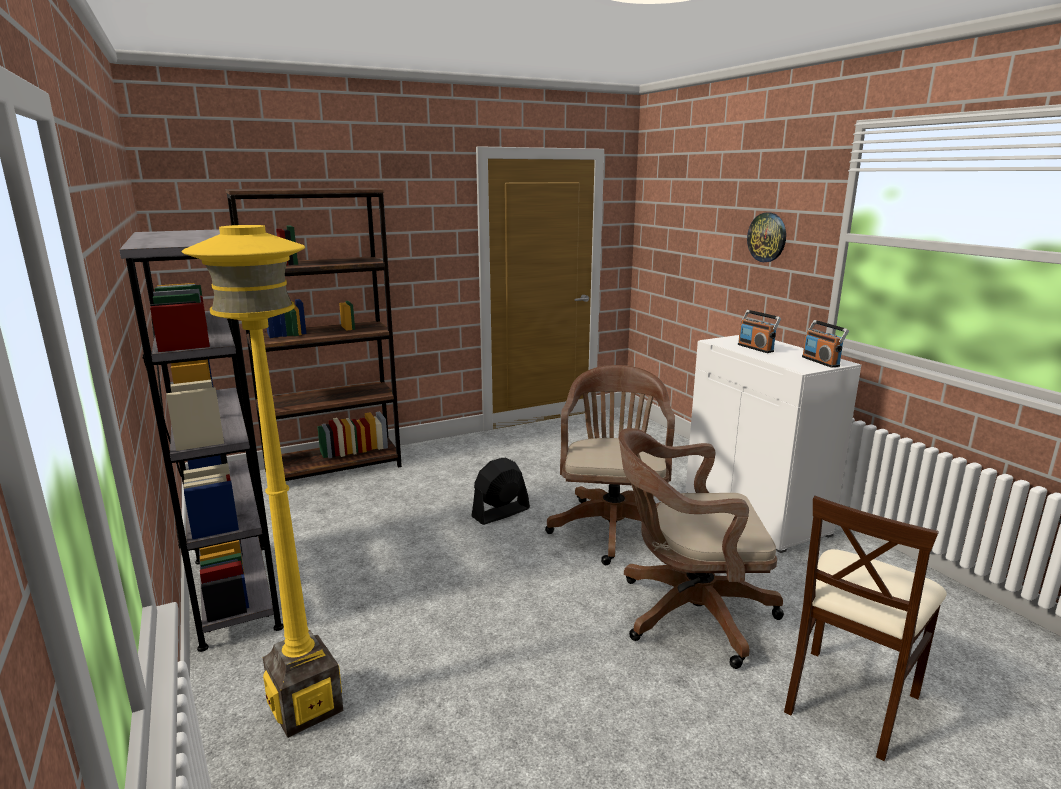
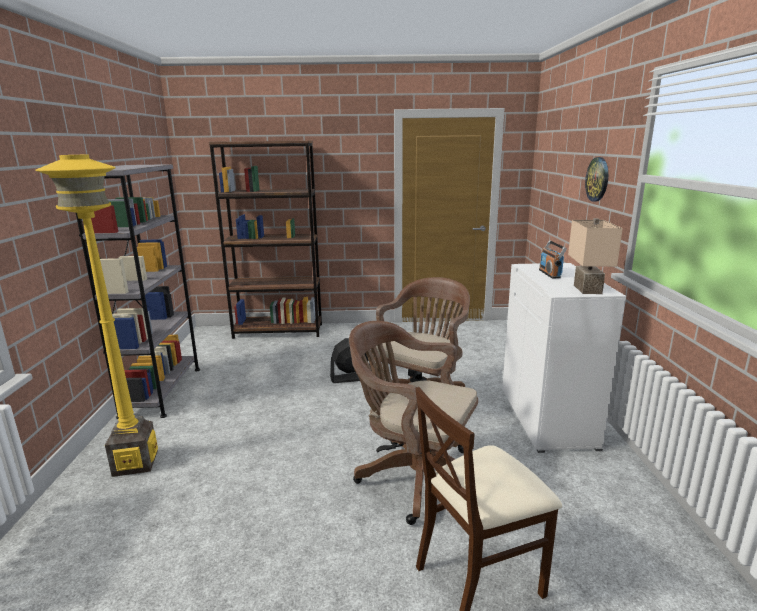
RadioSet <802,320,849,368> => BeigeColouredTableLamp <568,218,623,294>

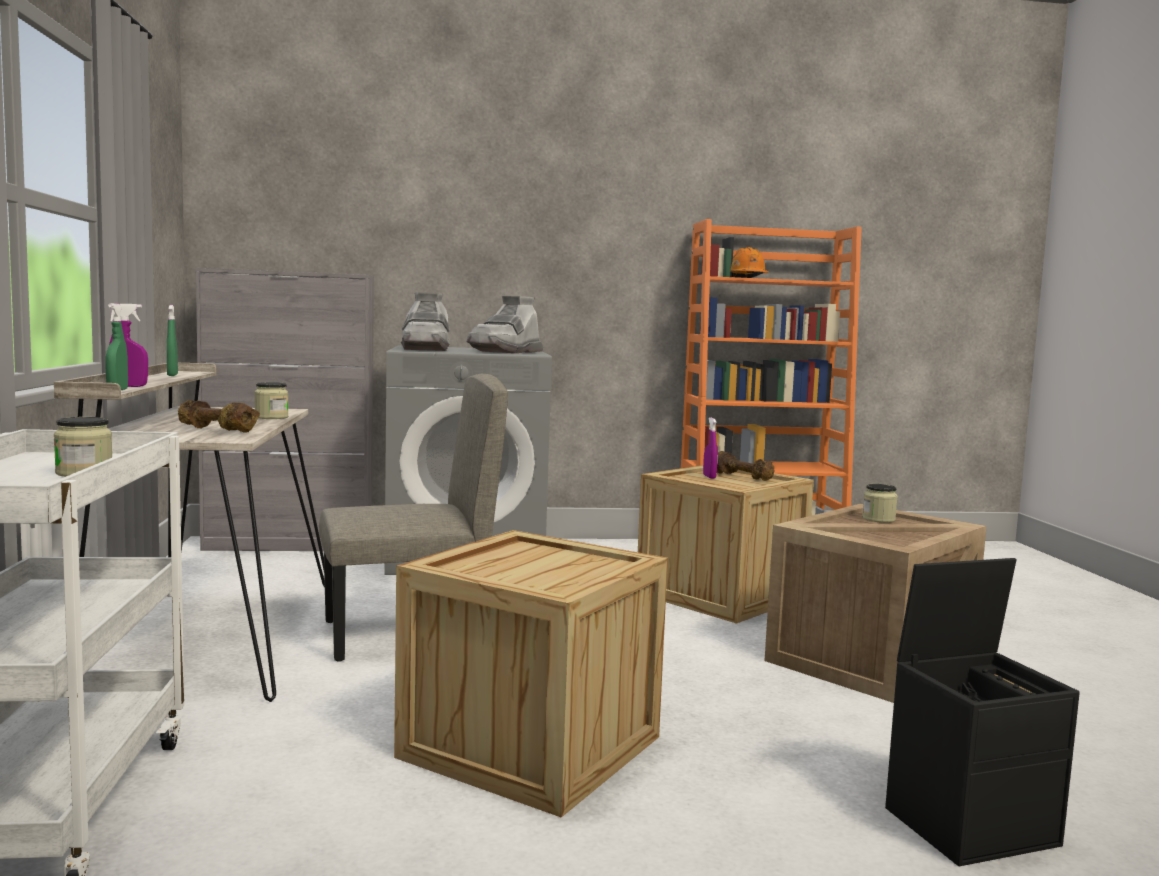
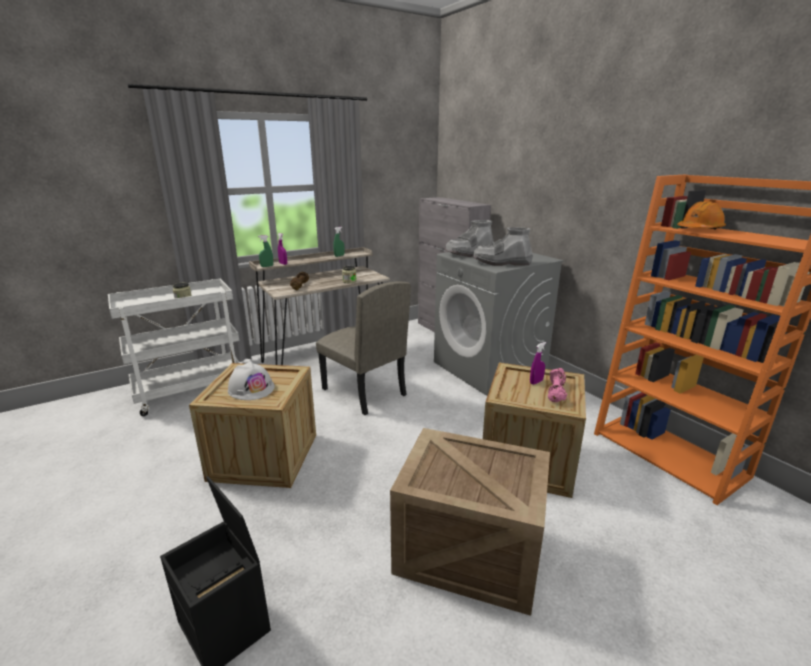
Jar <862,484,898,523> => nothing
nothing => WhiteColouredSafetyHelmet <228,361,275,400>
BrownishHandWeight <717,451,774,481> => PinkishHandWeight <548,368,567,402>

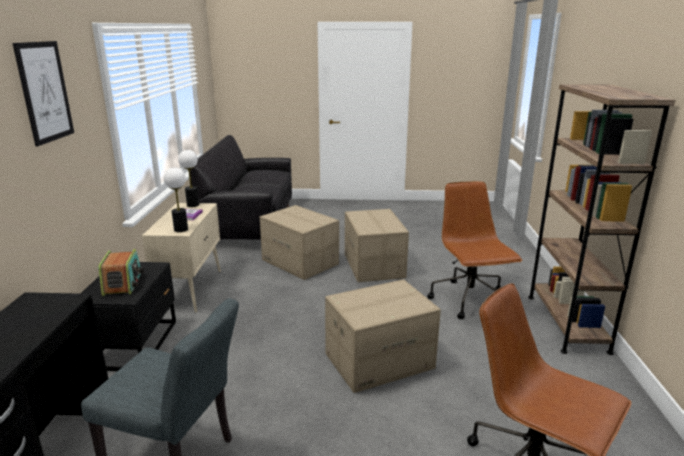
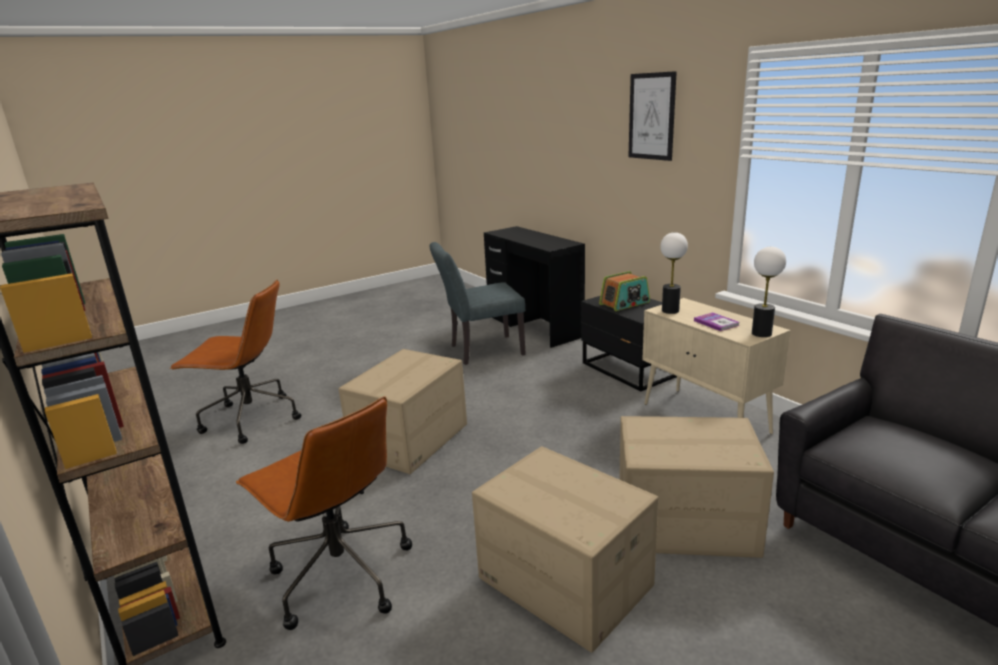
RadioSet <98,249,144,296> => RadioSet <599,271,650,311>, 75 degrees counterclockwise

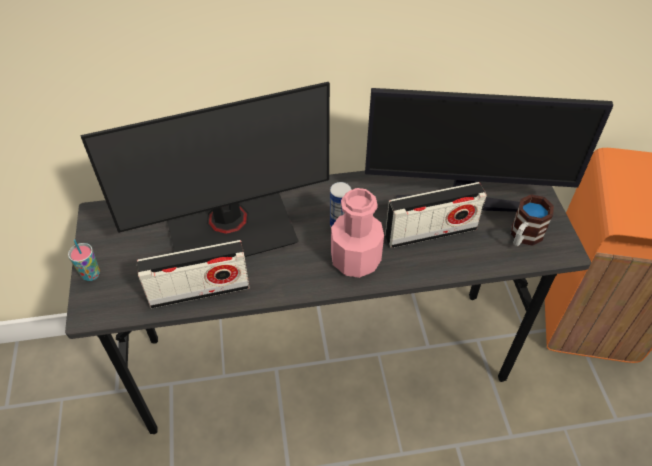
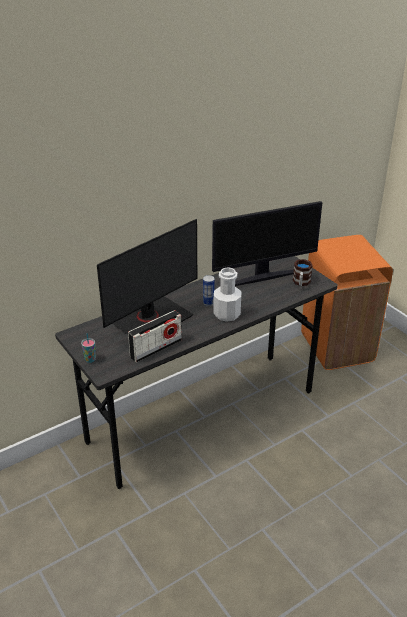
RadioSet <385,182,487,248> => nothing
PinkishBottle <331,188,384,278> => WhiteColouredBottle <213,267,241,322>

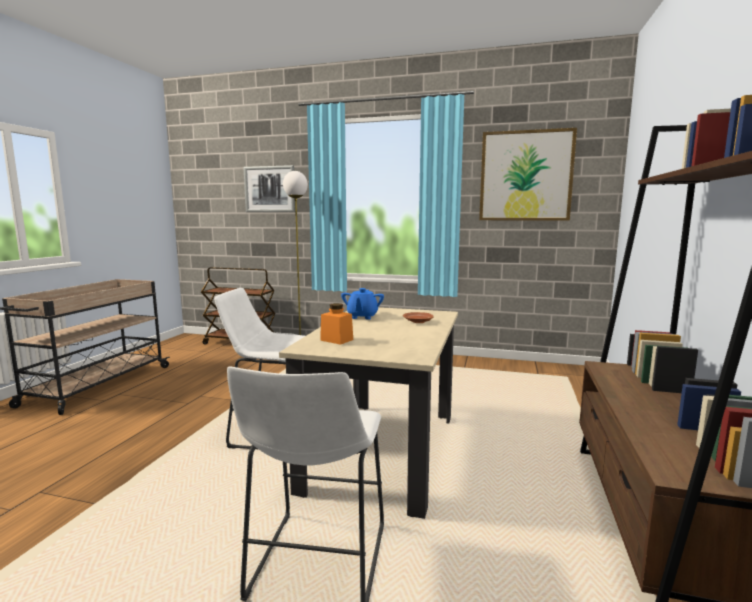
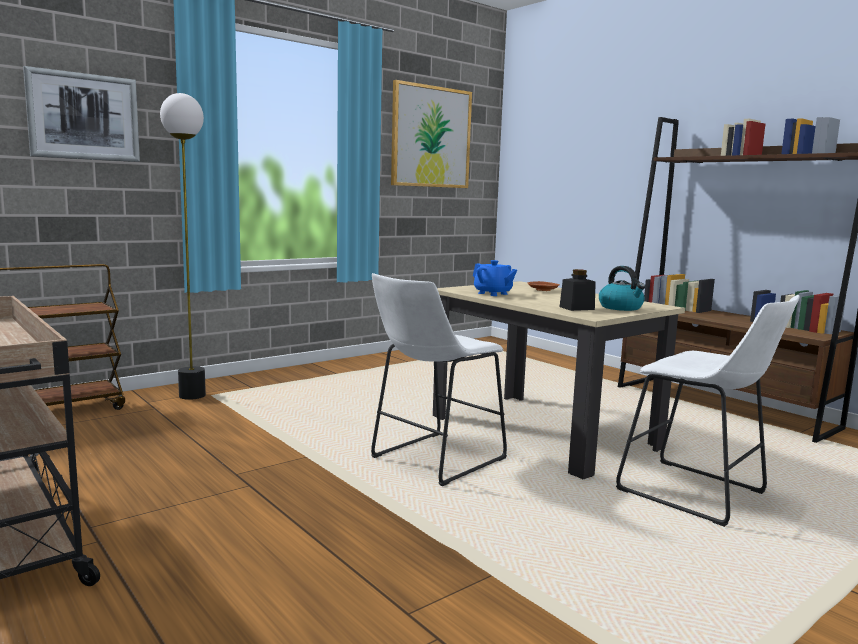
nothing => WaterKettle <599,266,646,311>
OrangeyJar <320,303,353,345> => BlackishJar <560,269,596,311>

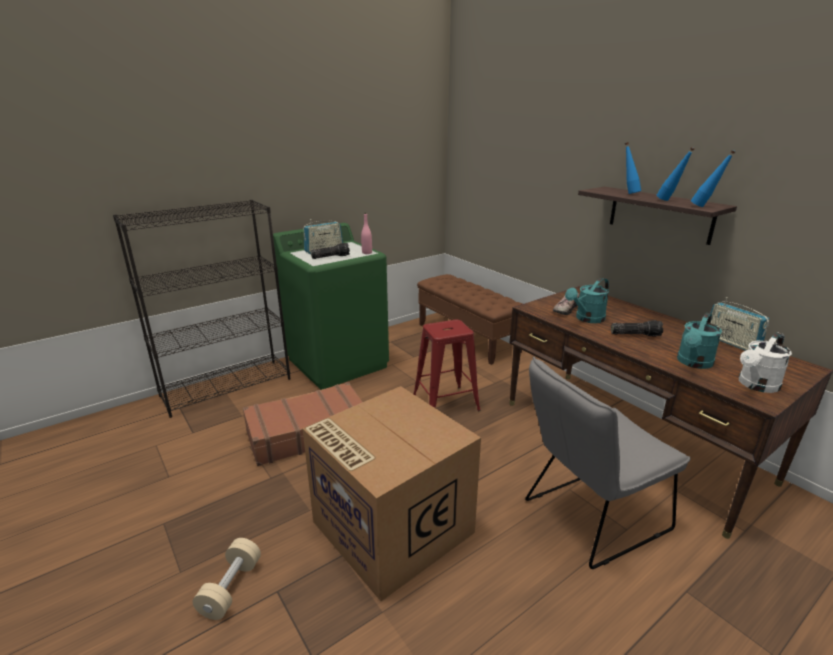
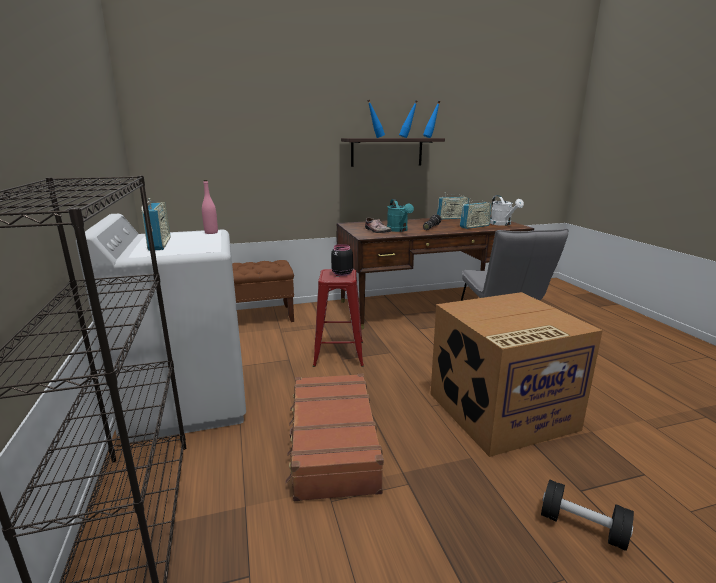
HandTorch <311,243,350,259> => nothing
nothing => BlackishJar <331,244,353,276>
TurquoiseColouredSprinklingCan <677,313,722,369> => RadioSet <460,198,491,229>
BeigeColouredHandWeight <193,538,261,620> => BlackishHandWeight <541,480,634,551>
GreenColouredLaundryAppliance <273,223,389,390> => WhiteColouredLaundryAppliance <76,214,246,442>

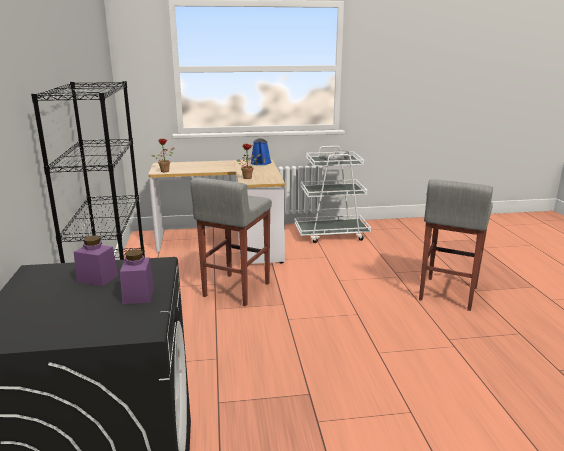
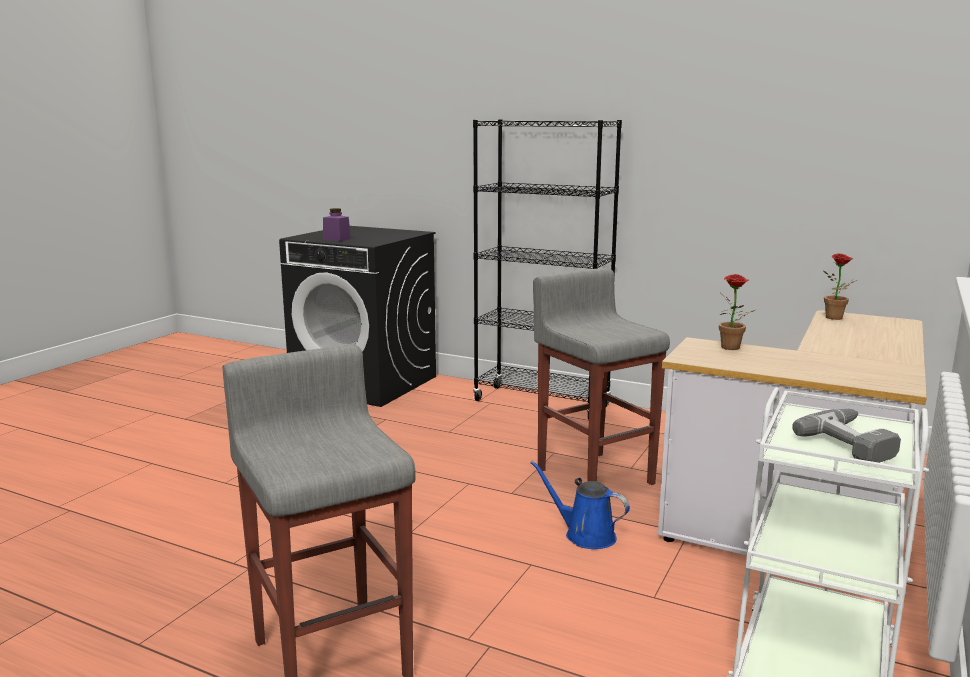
PurplishJar <74,235,118,286> => nothing
BluishSprinklingCan <250,138,271,165> => BluishSprinklingCan <530,461,630,549>, shifted

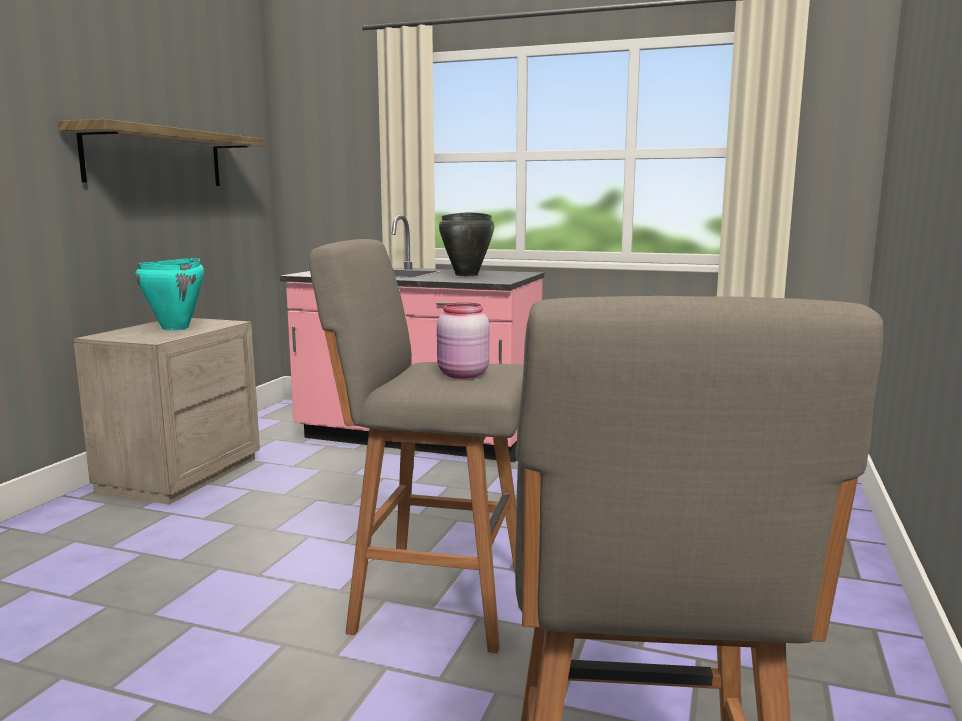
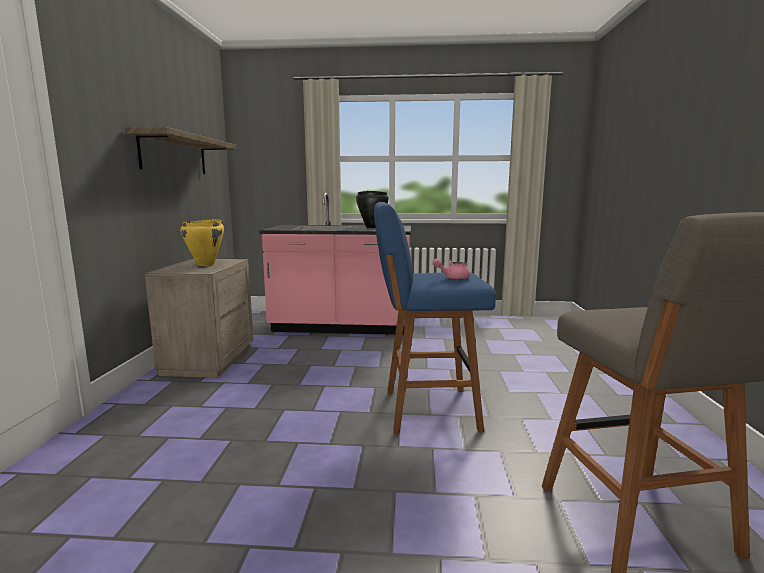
PinkishJar <437,303,490,379> => PinkishPotForTea <432,259,470,280>
TurquoiseColouredStockpot <136,258,204,330> => YellowishStockpot <180,219,224,266>
GrayStoolSeat <309,239,524,653> => BluishStoolSeat <374,202,496,434>

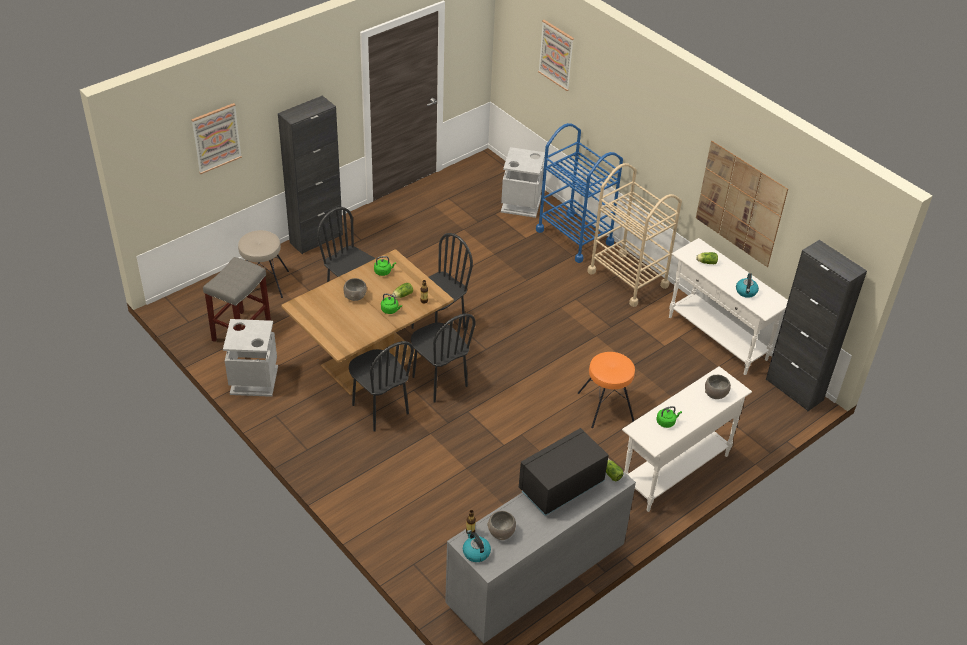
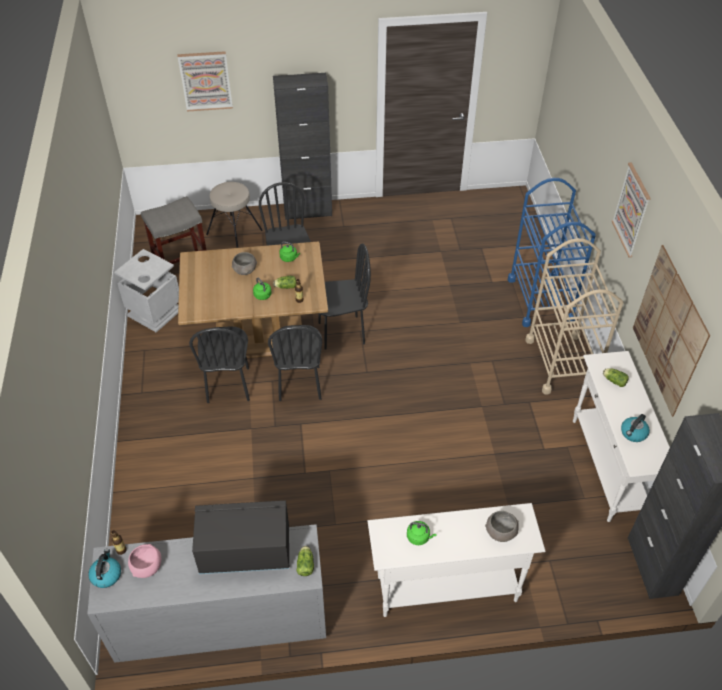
GrayRubbishBin <501,147,545,218> => nothing
OrangeyStoolSeat <577,352,635,428> => nothing
Picture <538,20,574,91> => Picture <611,162,651,258>, shifted
GrayServingBowl <487,511,516,540> => PinkishServingBowl <128,544,161,578>

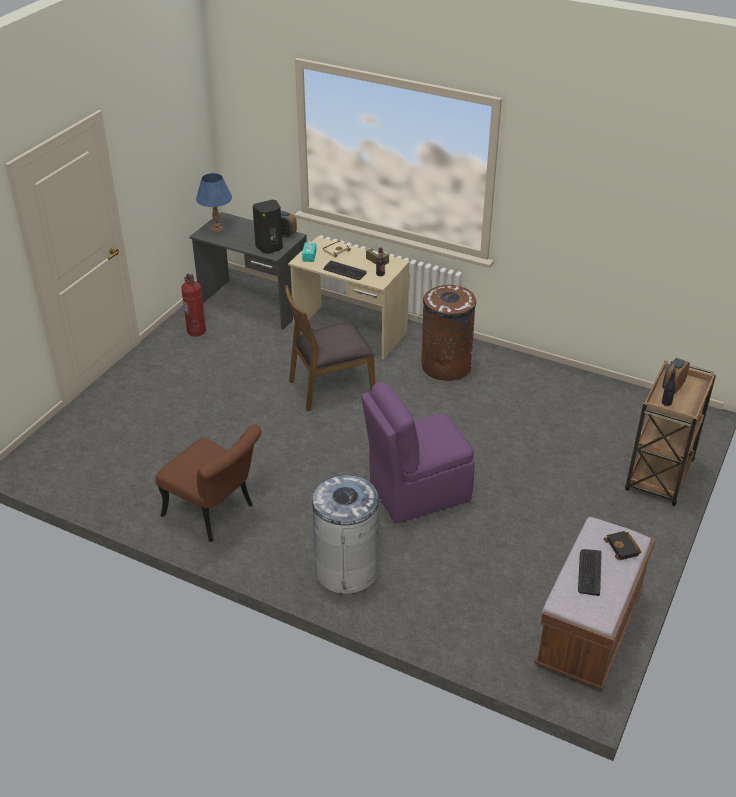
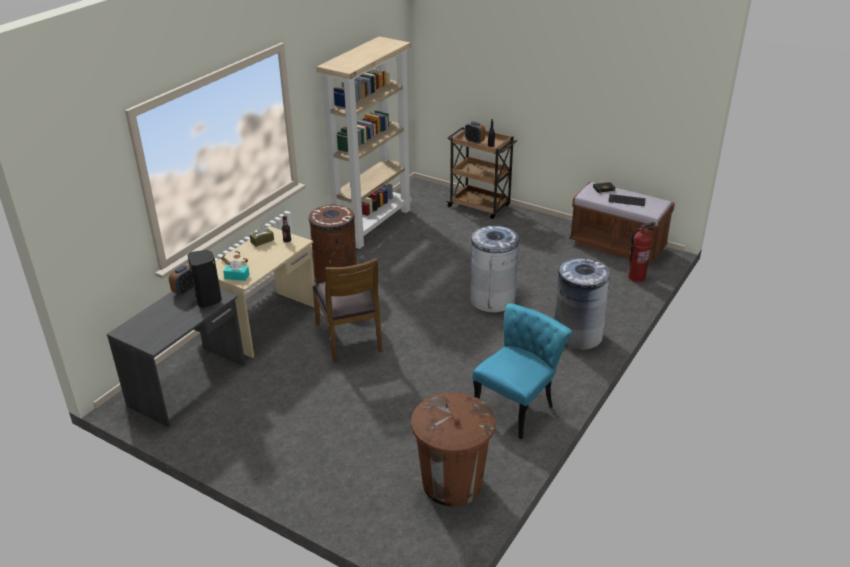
BluishTableLamp <196,173,232,233> => nothing
PcKeyboard <324,261,367,280> => nothing
nothing => BeigeColouredBookcase <317,36,412,249>
nothing => BrownishRubbishBin <411,393,495,506>
Extinguisher <181,274,206,337> => Extinguisher <628,222,655,282>, shifted
PurplishChair <361,382,475,523> => GrayRubbishBin <470,226,521,313>
BrownishChair <155,424,261,542> => TurquoiseColouredChair <472,303,573,439>

